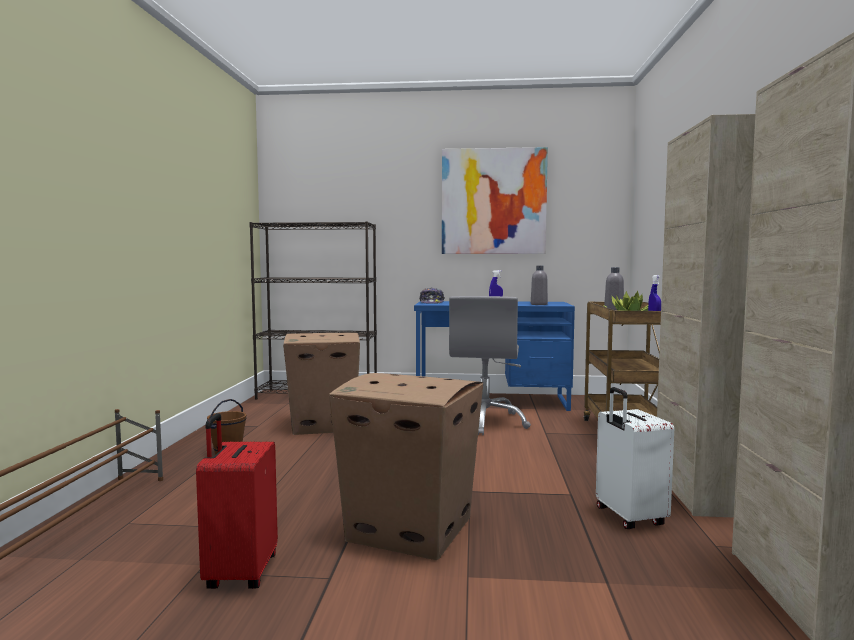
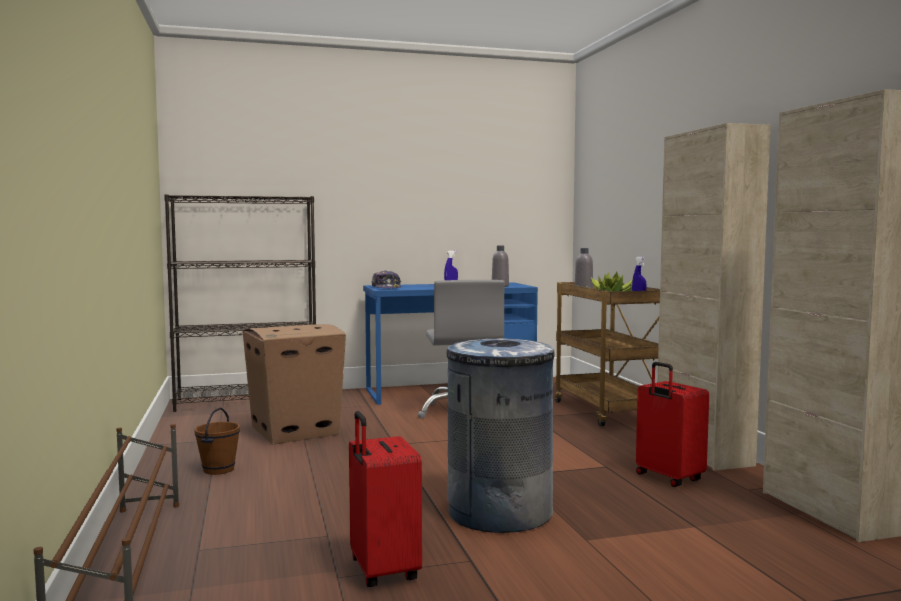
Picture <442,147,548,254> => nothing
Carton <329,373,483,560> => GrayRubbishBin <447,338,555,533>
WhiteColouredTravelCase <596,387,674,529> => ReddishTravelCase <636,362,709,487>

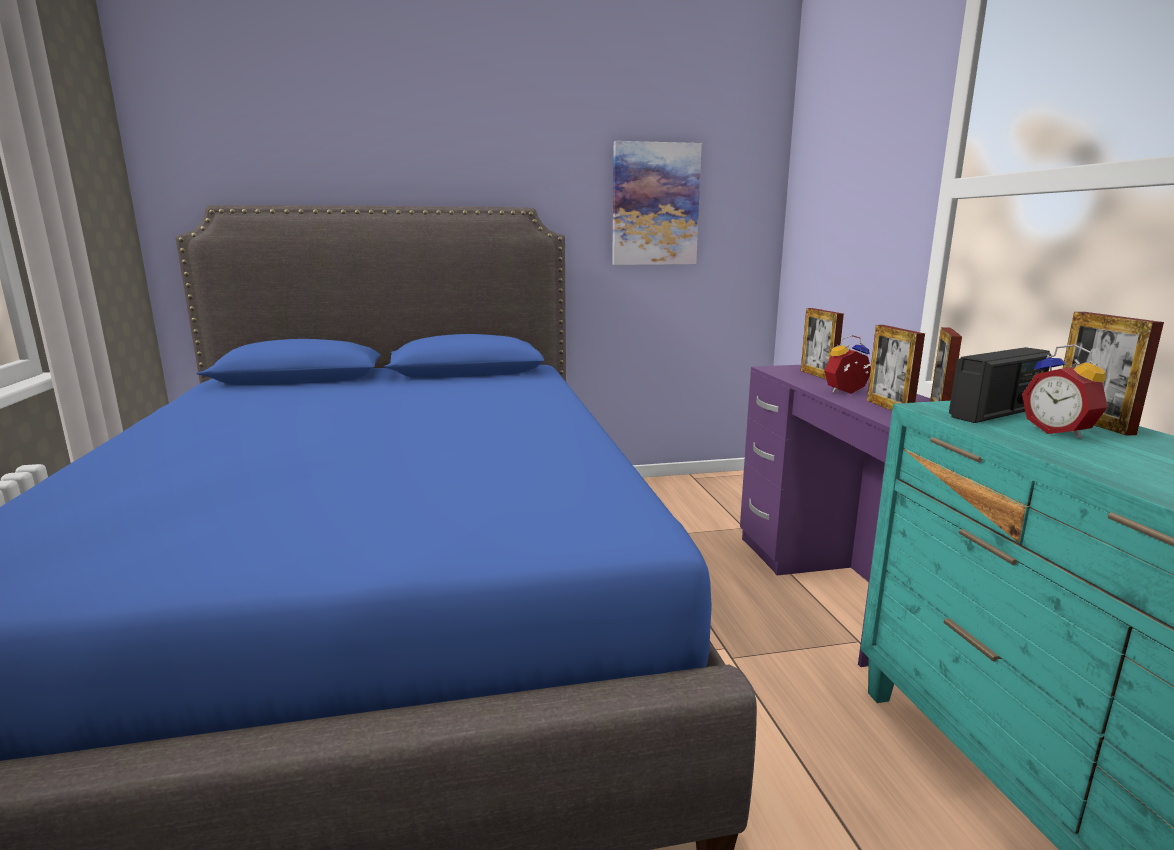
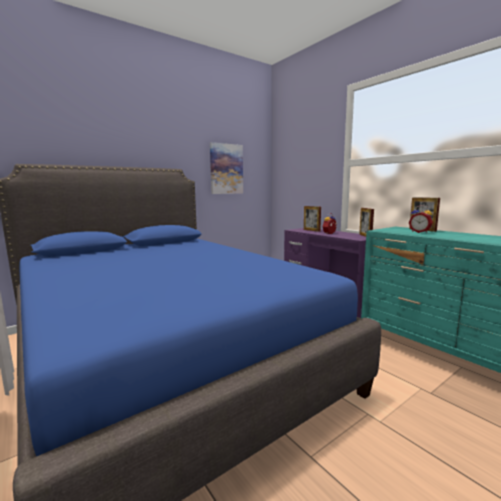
PictureFrame <867,325,925,411> => nothing
RadioSet <949,347,1052,423> => nothing

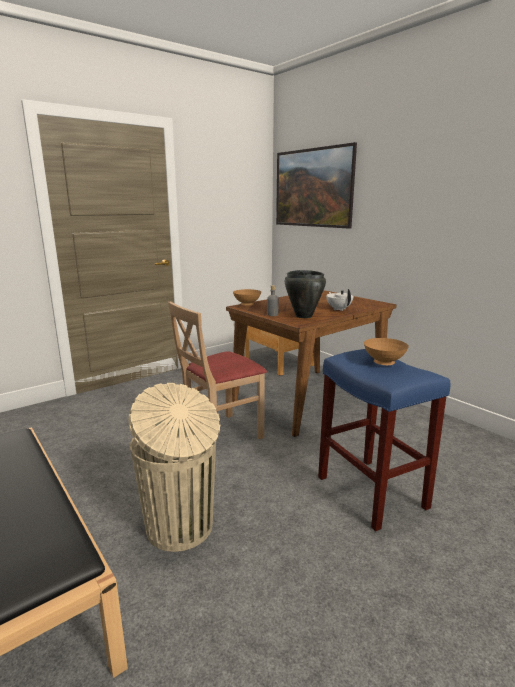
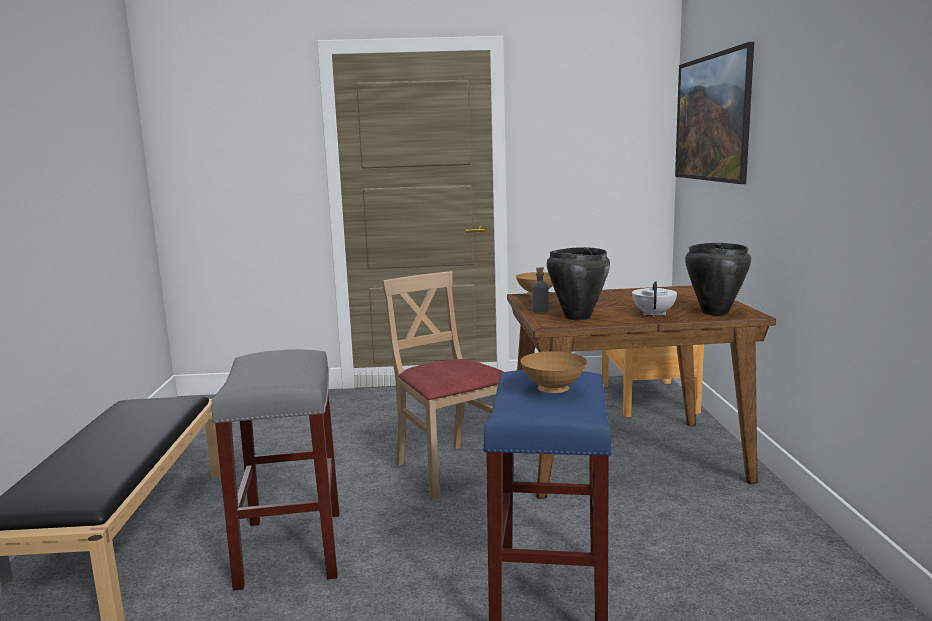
nothing => BlackishStockpot <685,242,751,316>
BeigeColouredRubbishBin <128,383,220,552> => GrayStoolSeat <211,349,339,591>
BeigeColouredChair <168,301,267,440> => BeigeColouredChair <382,271,503,500>, 60 degrees clockwise

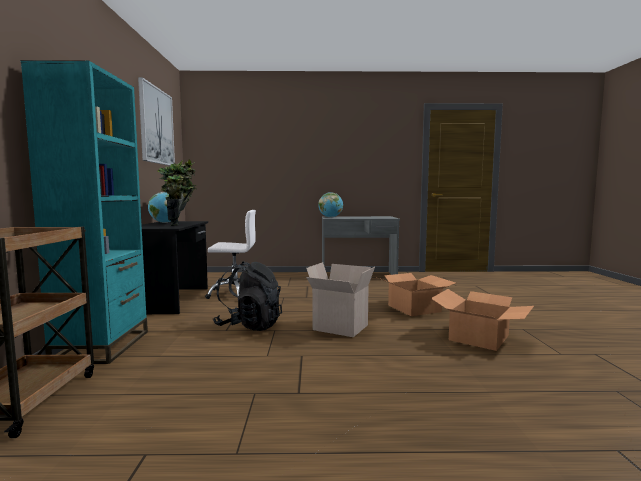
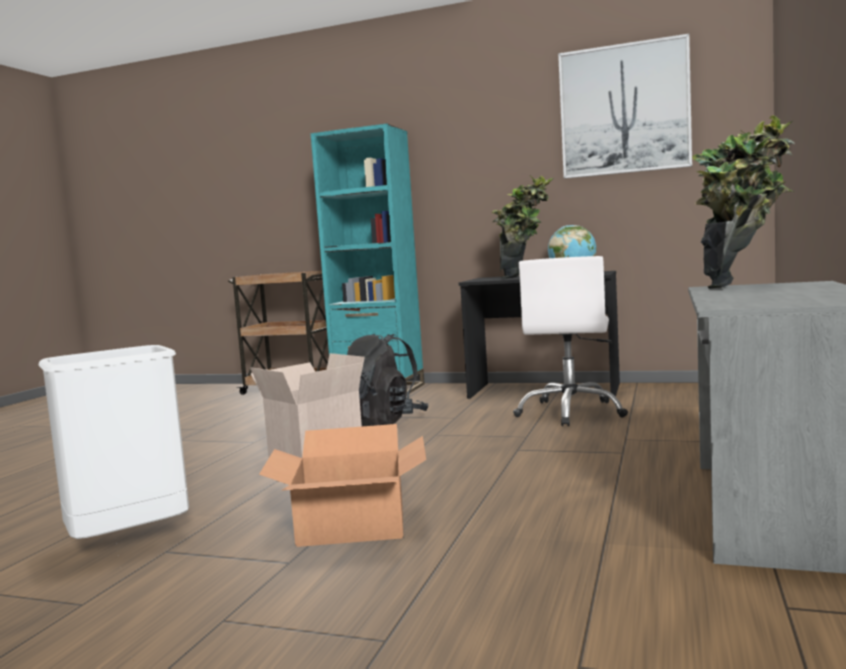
DeskGlobe <318,193,343,218> => PlantInAPot <692,115,795,289>
Carton <431,289,534,351> => WhiteColouredRubbishBin <38,345,189,539>

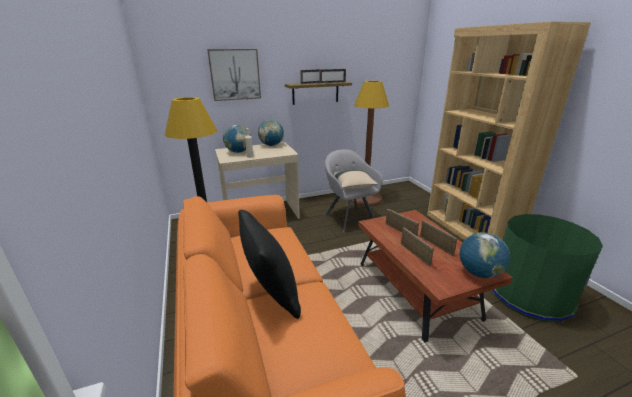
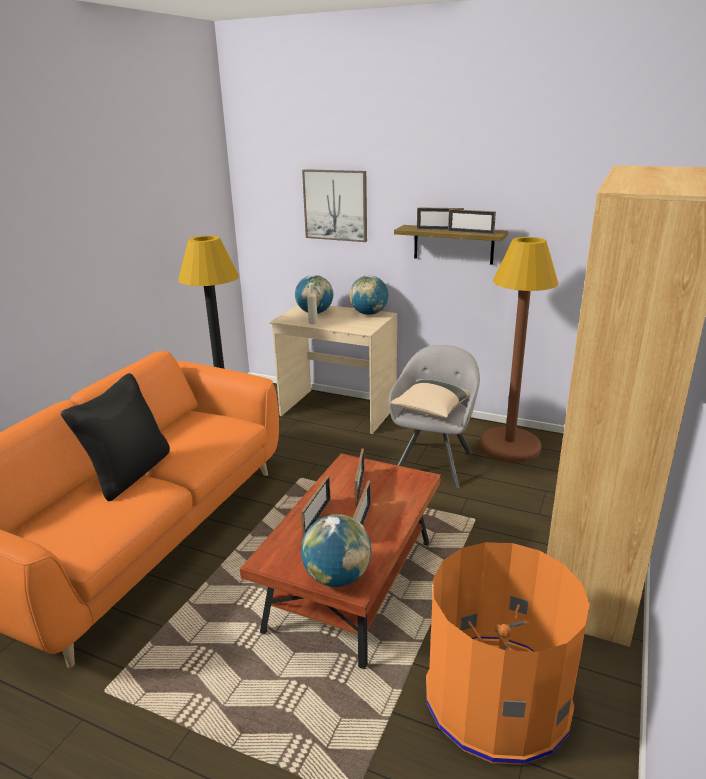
GreenColouredRubbishBin <492,214,603,322> => OrangeyRubbishBin <426,542,590,765>

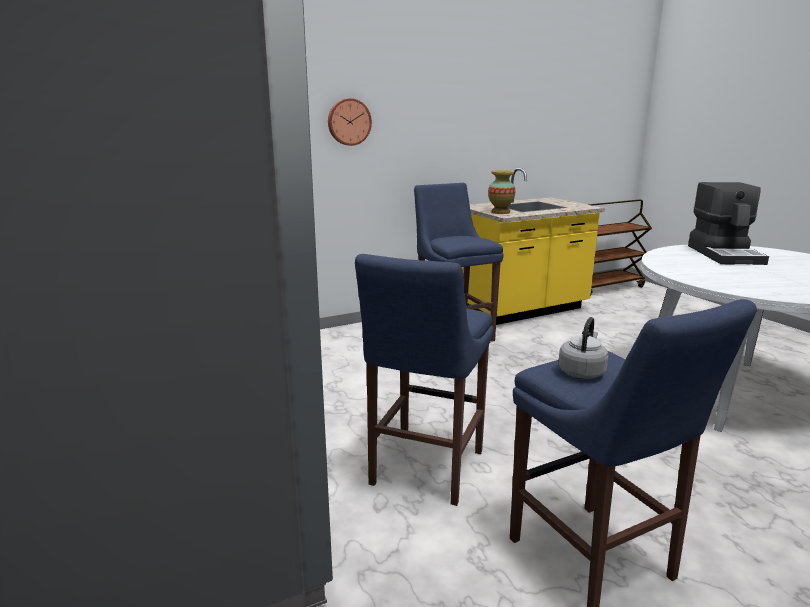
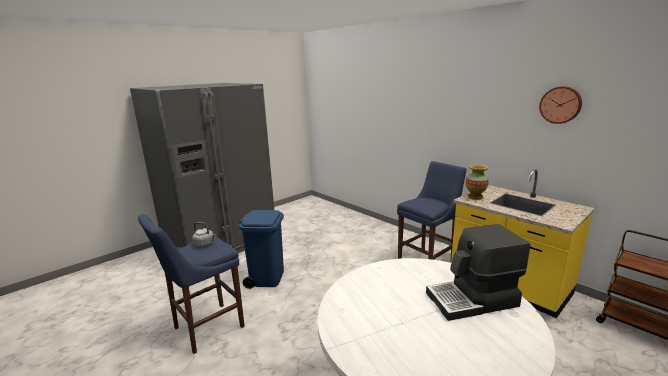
HangingClock <328,98,372,146> => HangingClock <539,86,582,124>, shifted
BluishStoolSeat <355,254,493,506> => BluishRubbishBin <239,210,284,289>

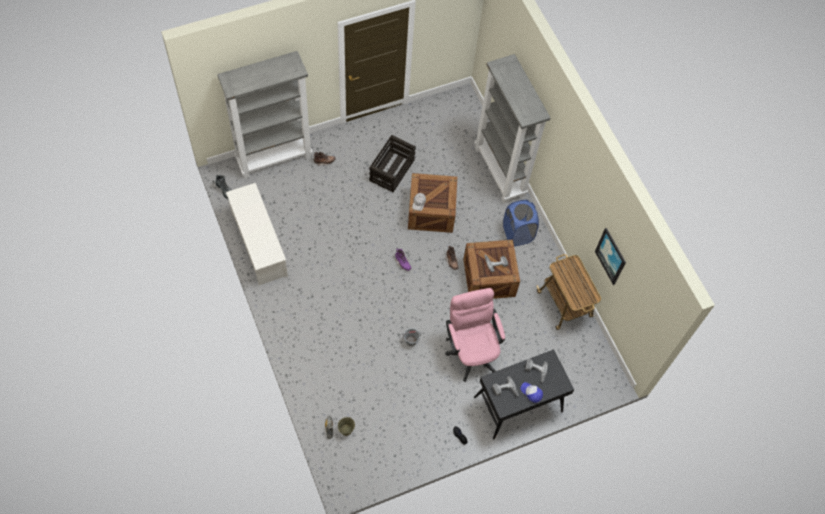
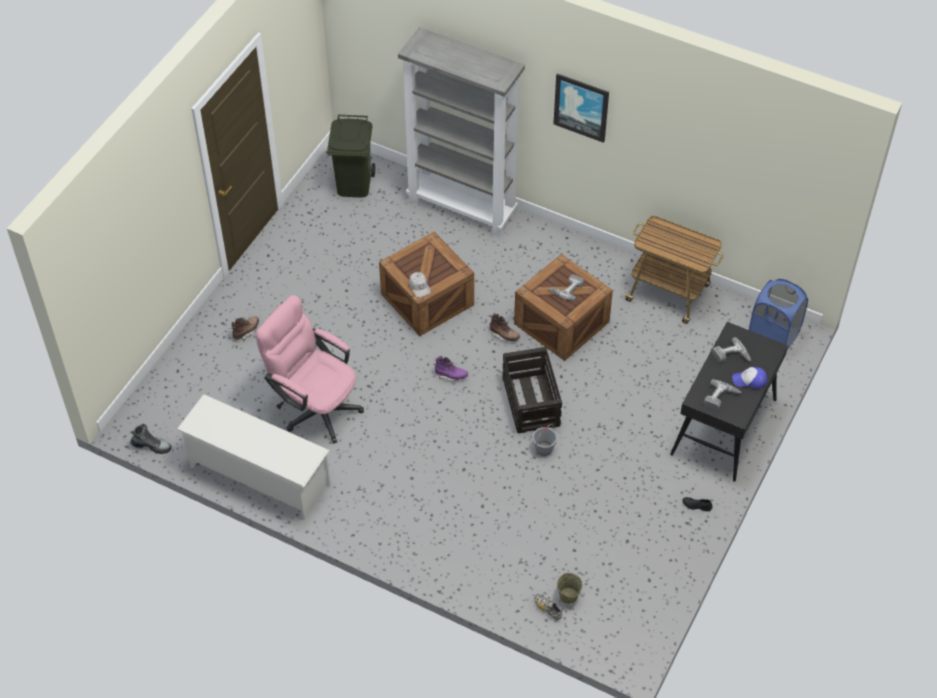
GrayBookcase <217,51,313,179> => nothing
nothing => GreenColouredRubbishBin <327,114,375,198>
ShippingCrate <369,135,416,192> => ShippingCrate <502,347,562,434>, shifted
PinkishDeskChair <446,288,505,382> => PinkishDeskChair <256,295,364,444>, shifted
BluishLaundryBasket <503,200,539,246> => BluishLaundryBasket <749,279,808,350>, shifted
Picture <595,228,626,285> => Picture <553,74,609,143>, shifted

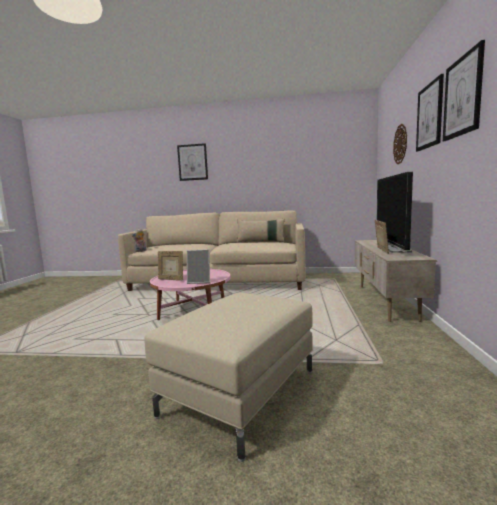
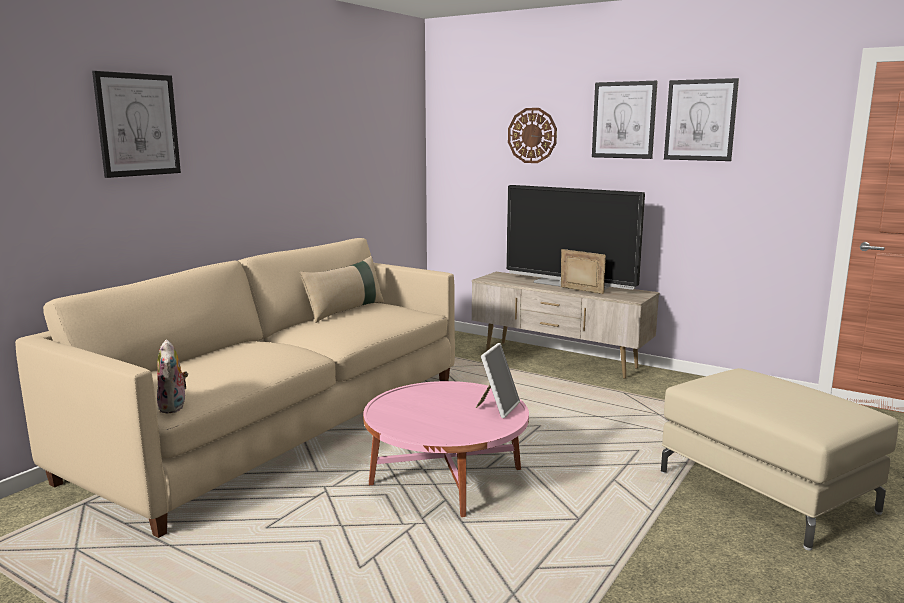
PictureFrame <158,251,183,281> => nothing

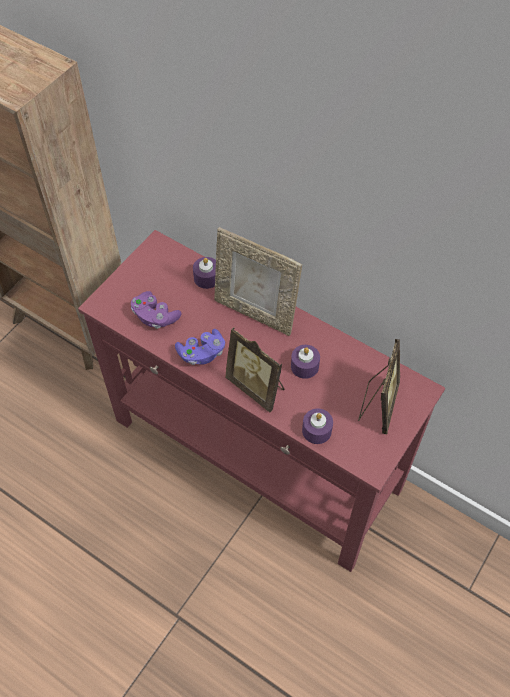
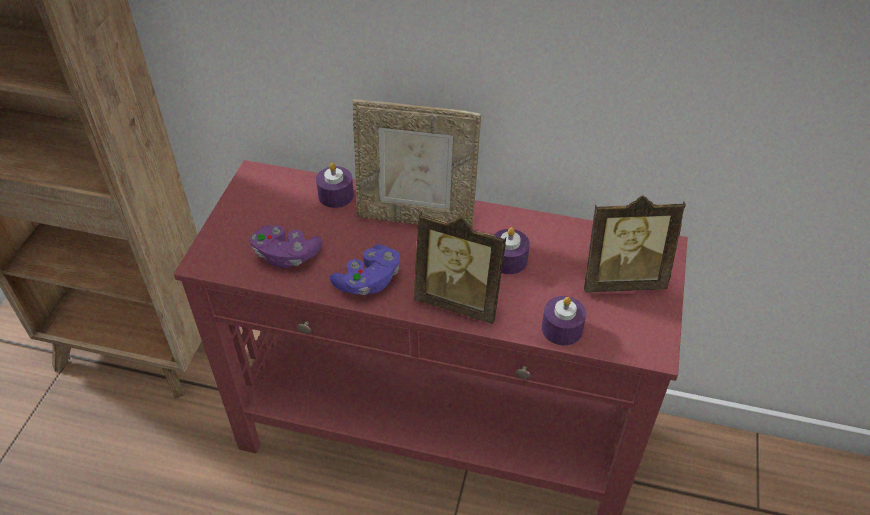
PictureFrame <358,339,400,434> => PictureFrame <584,196,686,292>, 90 degrees clockwise

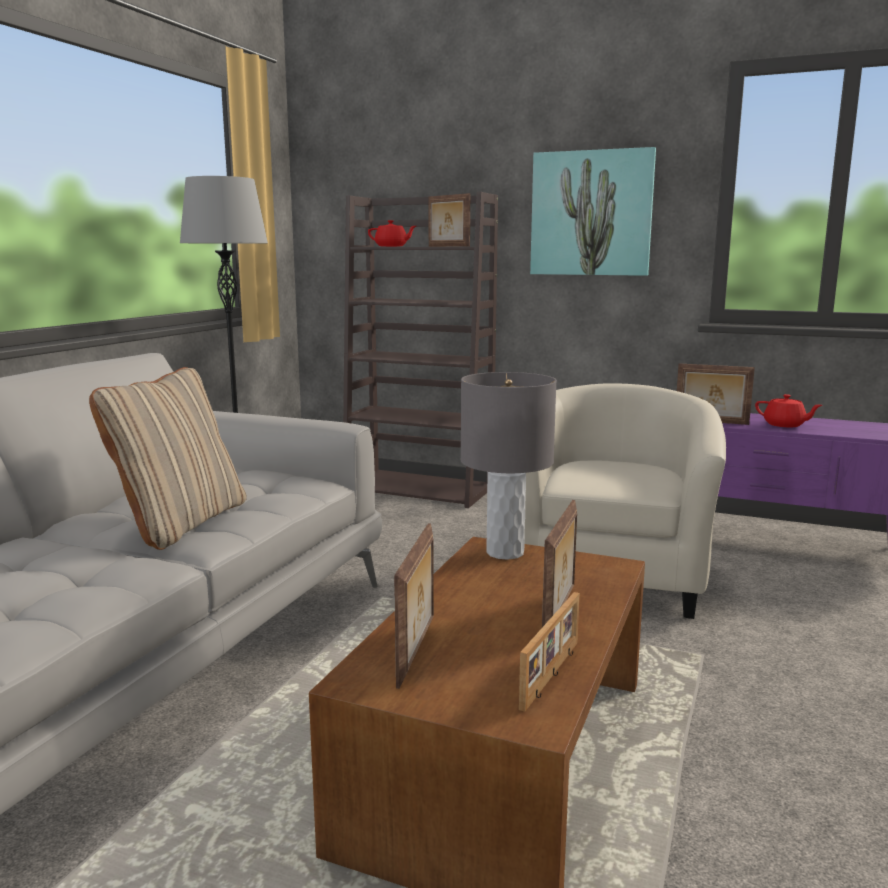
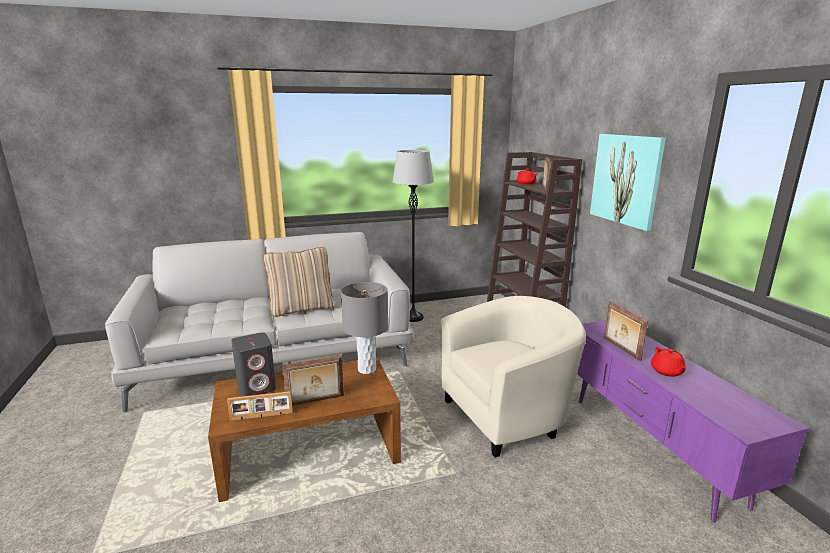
PictureFrame <394,523,434,689> => GrayAudioSpeaker <231,333,276,397>

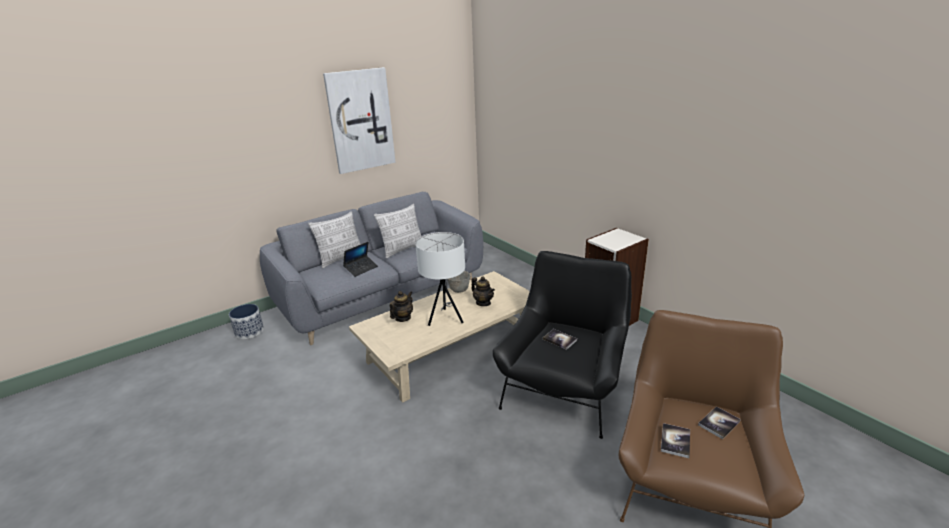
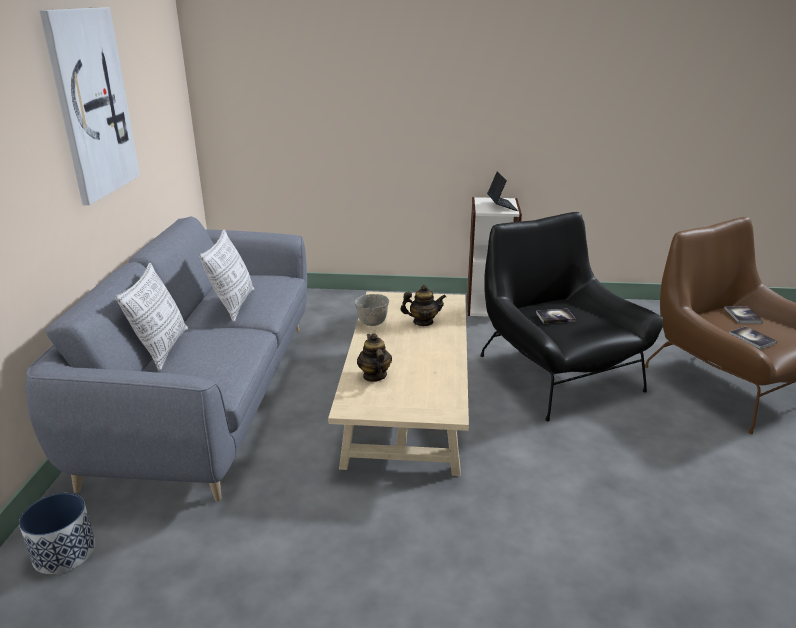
WhiteColouredTableLamp <415,232,465,326> => nothing
NotebookComputer <343,242,378,277> => NotebookComputer <487,171,518,211>, shifted

